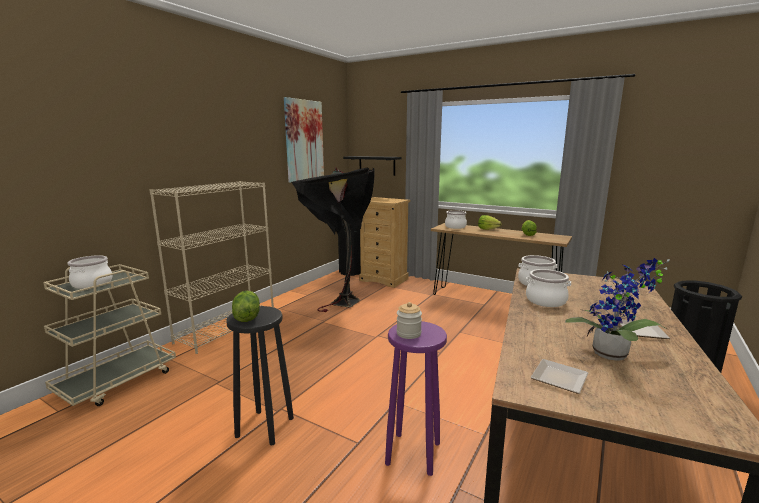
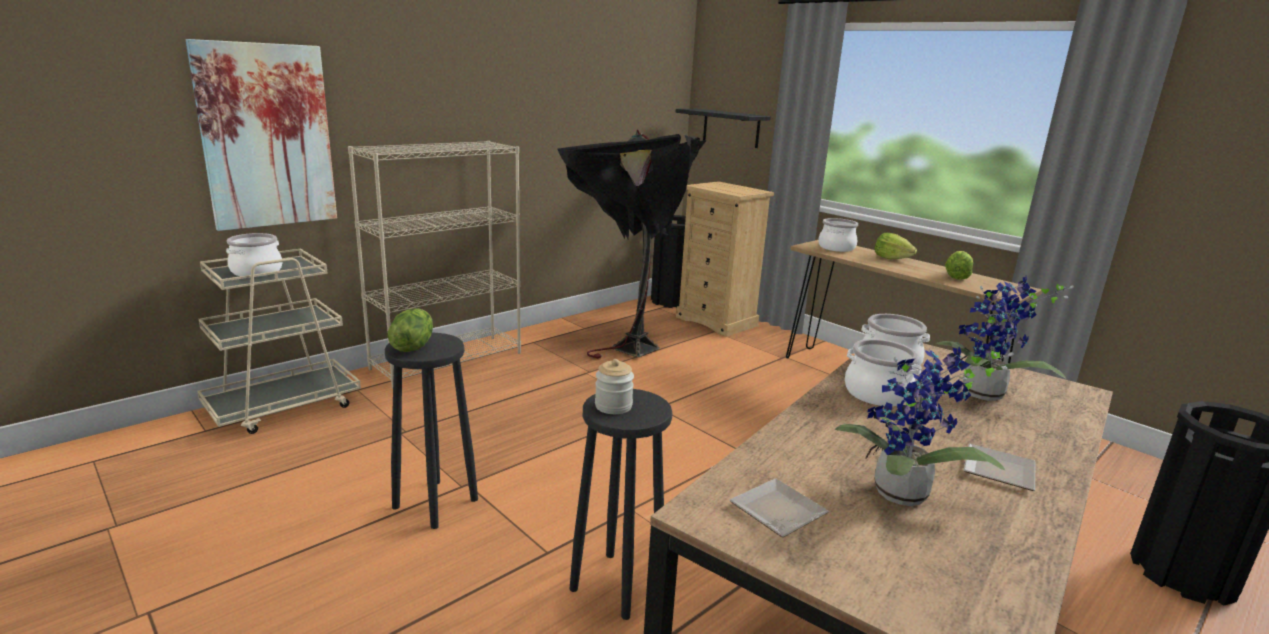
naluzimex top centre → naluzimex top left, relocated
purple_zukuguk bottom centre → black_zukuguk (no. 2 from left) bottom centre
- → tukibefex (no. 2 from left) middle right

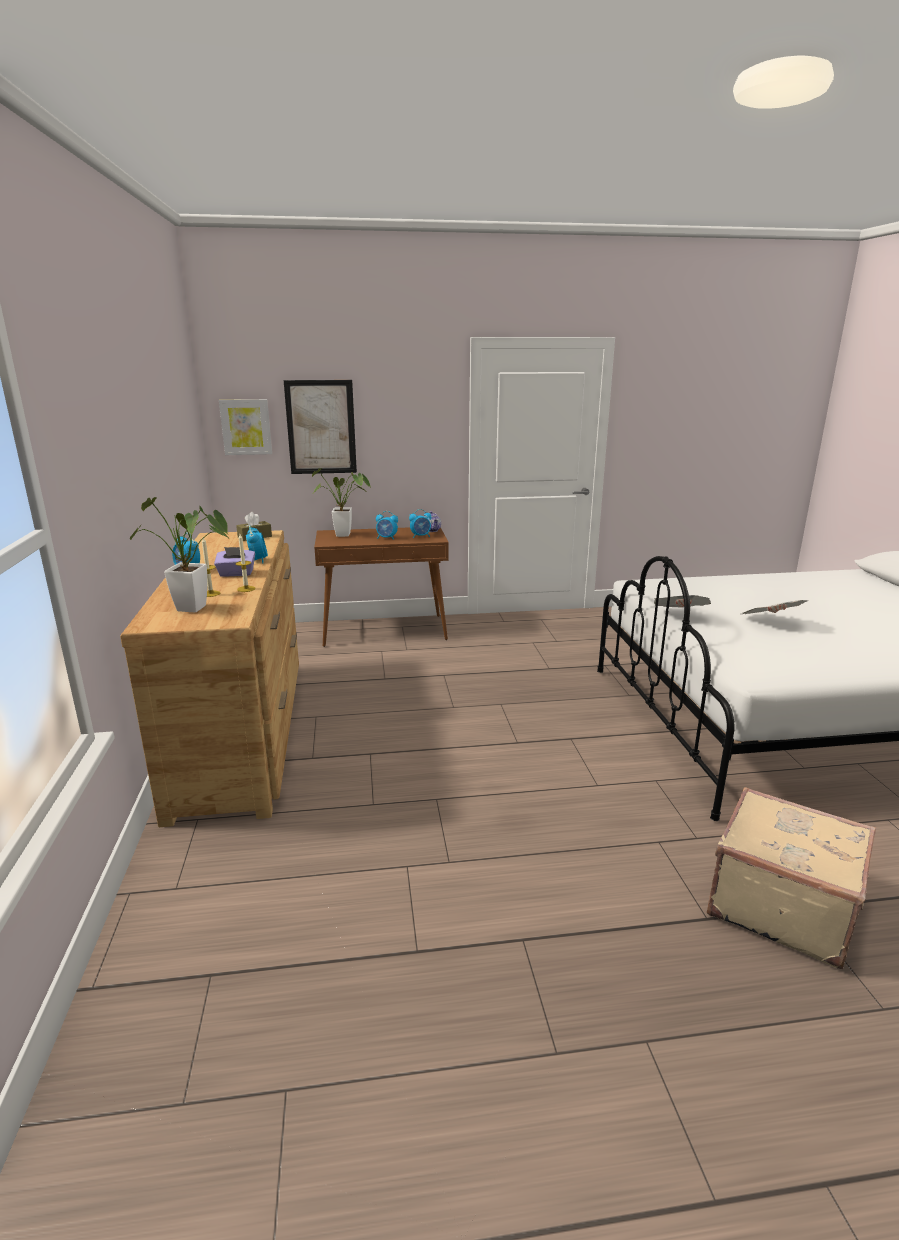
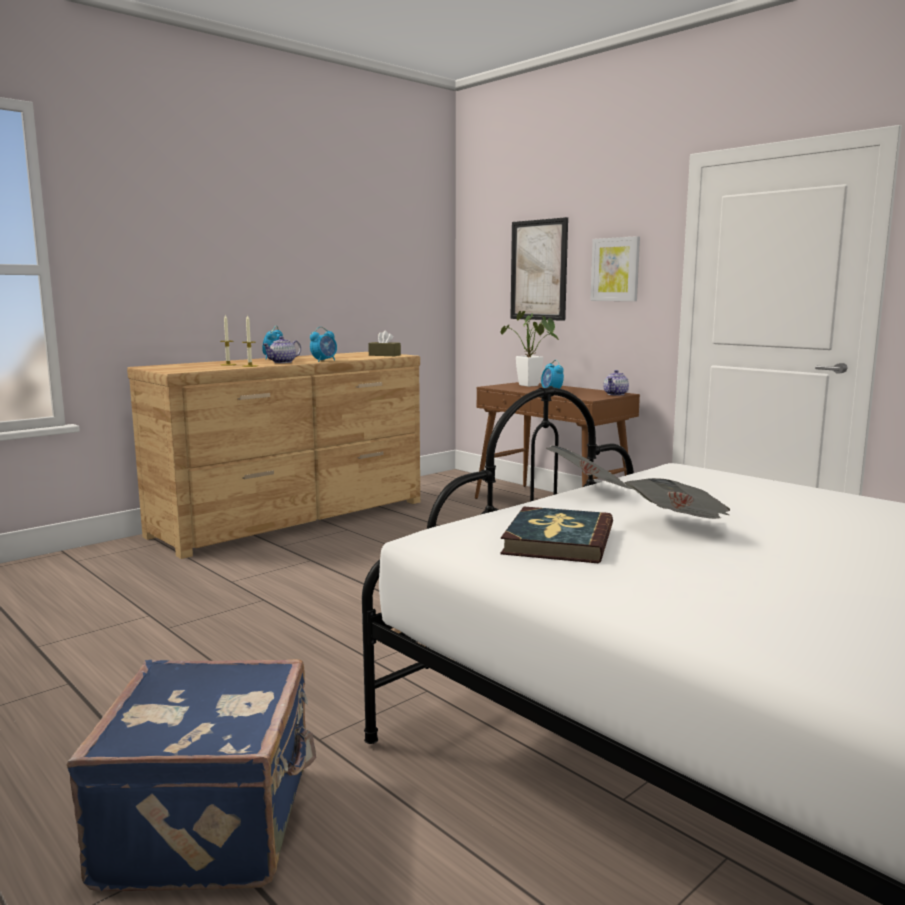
naluzimex (no. 1 from left in the first image) middle left → naluzimex (no. 2 from left) top right, relocated
tukibefex (no. 1 from left) middle left → -
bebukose (no. 4 from left) centre → -
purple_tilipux middle left → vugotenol (no. 1 from left) middle left
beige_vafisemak bottom right → blue_vafisemak bottom left
- → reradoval centre

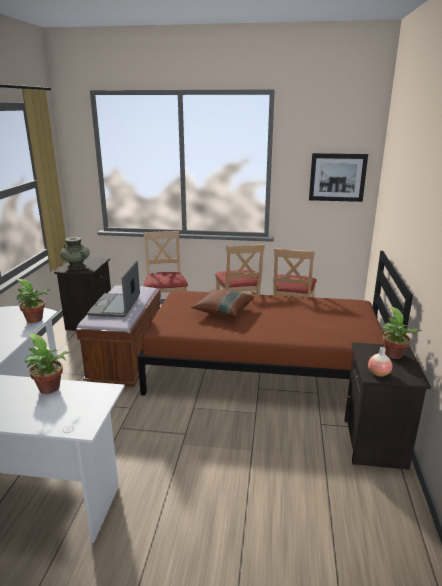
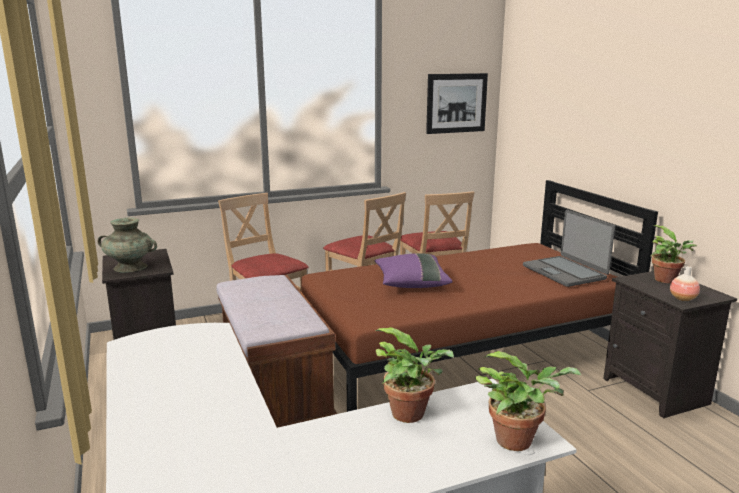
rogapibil middle left → rogapibil middle right, relocated
tukibefex (no. 1 from left in the first image) middle left → tukibefex (no. 2 from left) bottom right, relocated
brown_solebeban centre → purple_solebeban centre

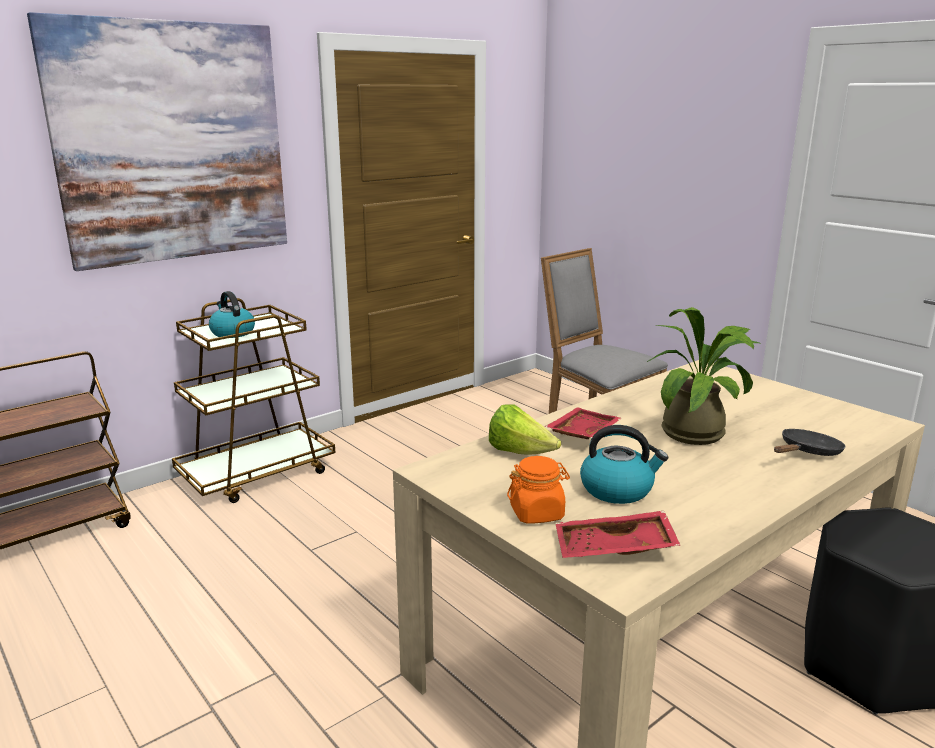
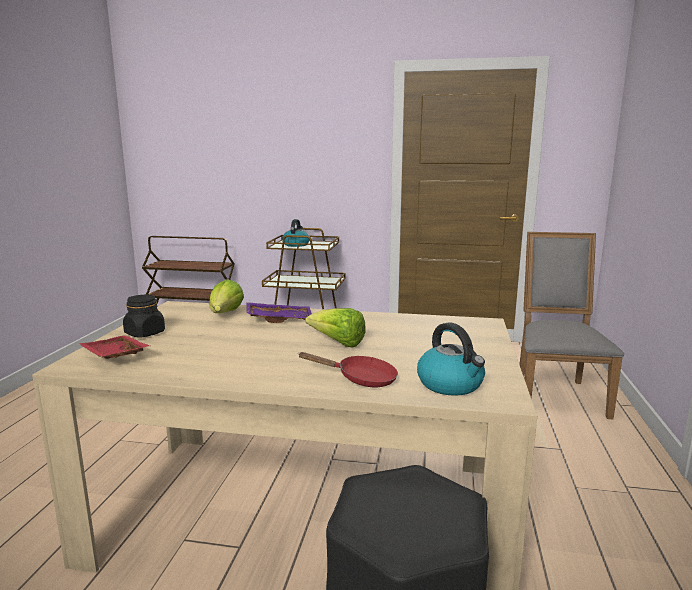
naluzimex top left → -
tukibefex middle right → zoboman (no. 2 from left) centre
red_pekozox (no. 1 from left) centre → purple_pekozox centre
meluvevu (no. 2 from left) middle right → meluvevu (no. 2 from left) centre, relocated
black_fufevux middle right → red_fufevux centre
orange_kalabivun centre → black_kalabivun middle left

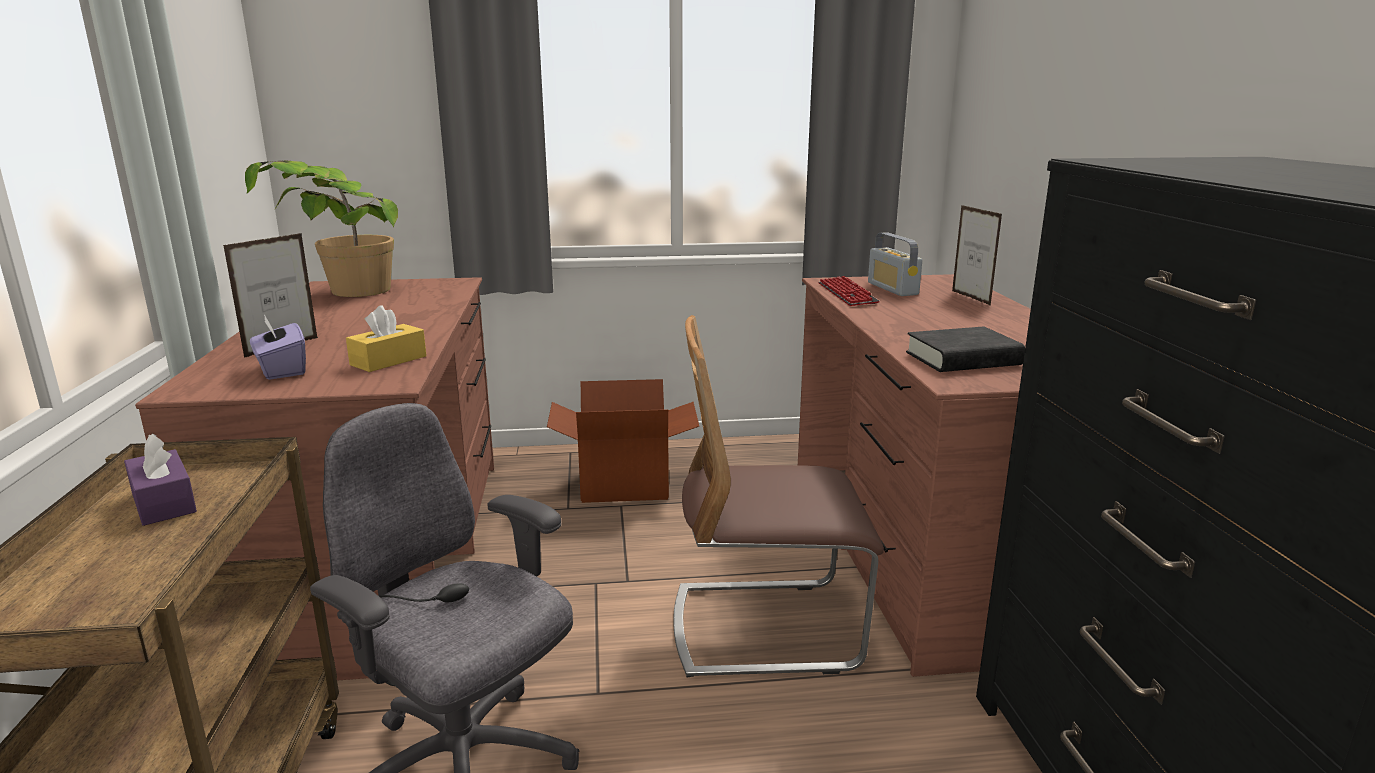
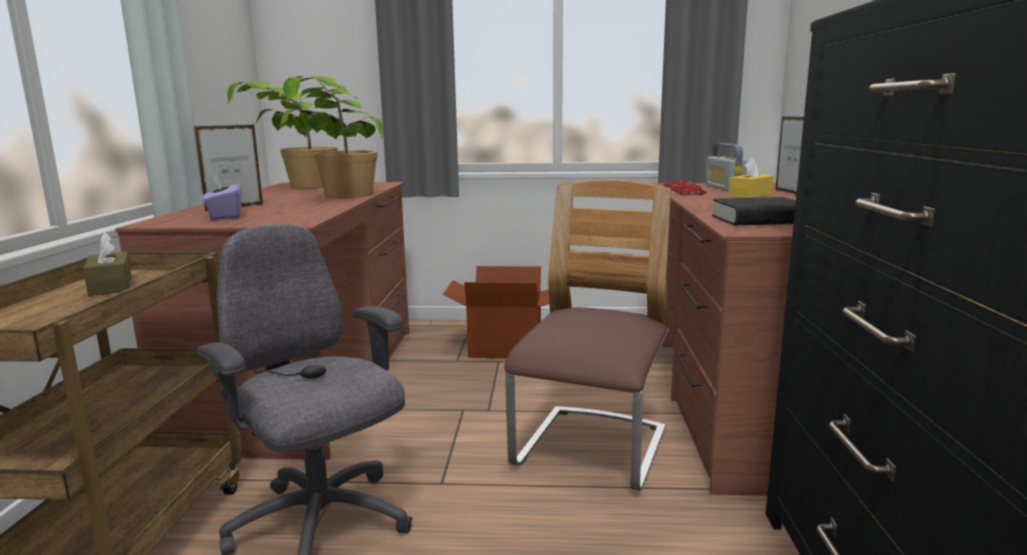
yellow_tilipux middle left → yellow_tilipux top right, relocated
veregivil centre, 105 degrees clockwise
purple_tilipux (no. 1 from left) middle left → brown_tilipux middle left
- → tukibefex (no. 2 from left) top left

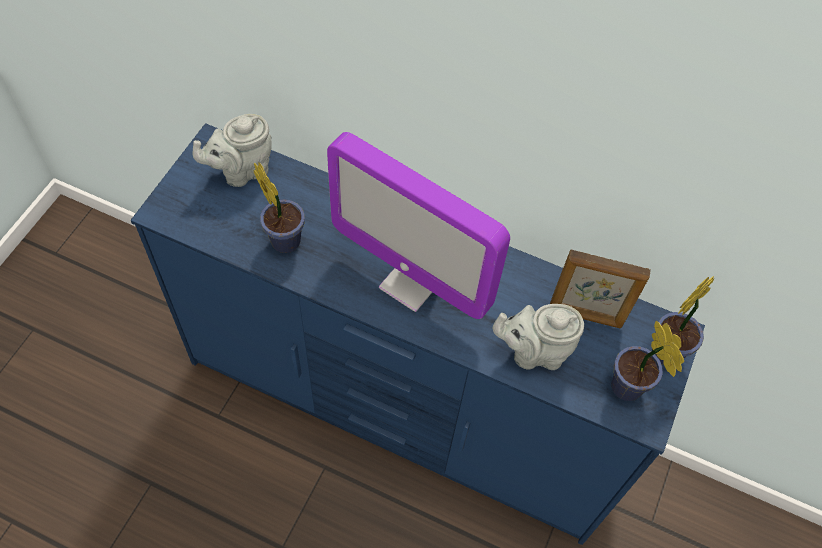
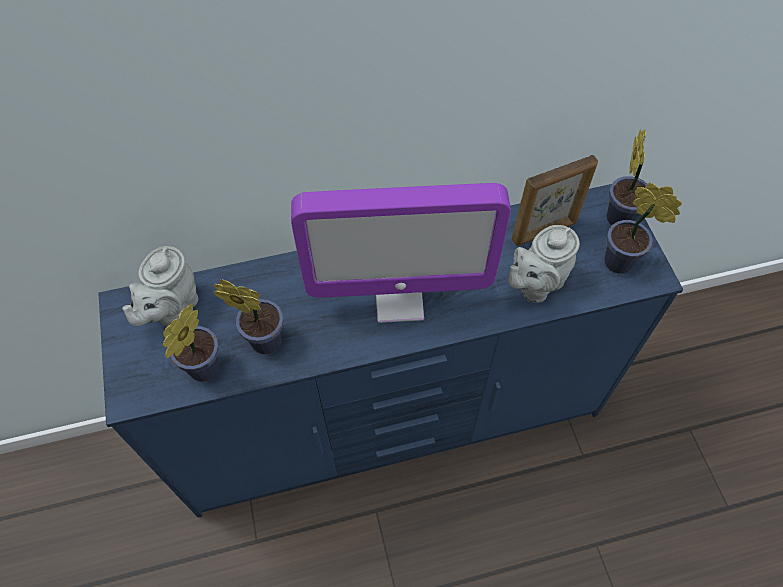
- → tukibefex (no. 1 from left) middle left

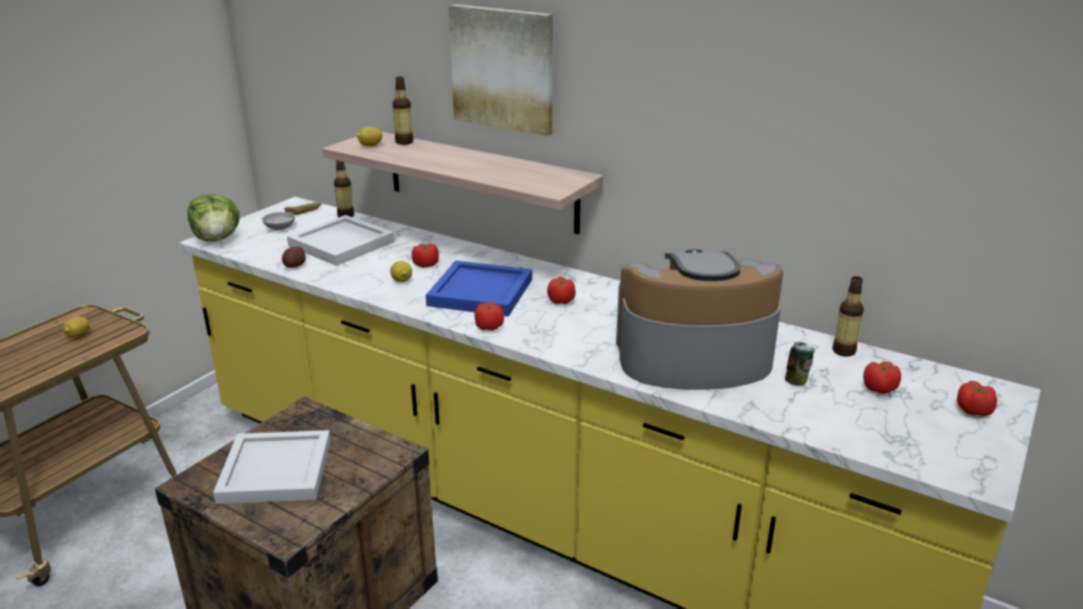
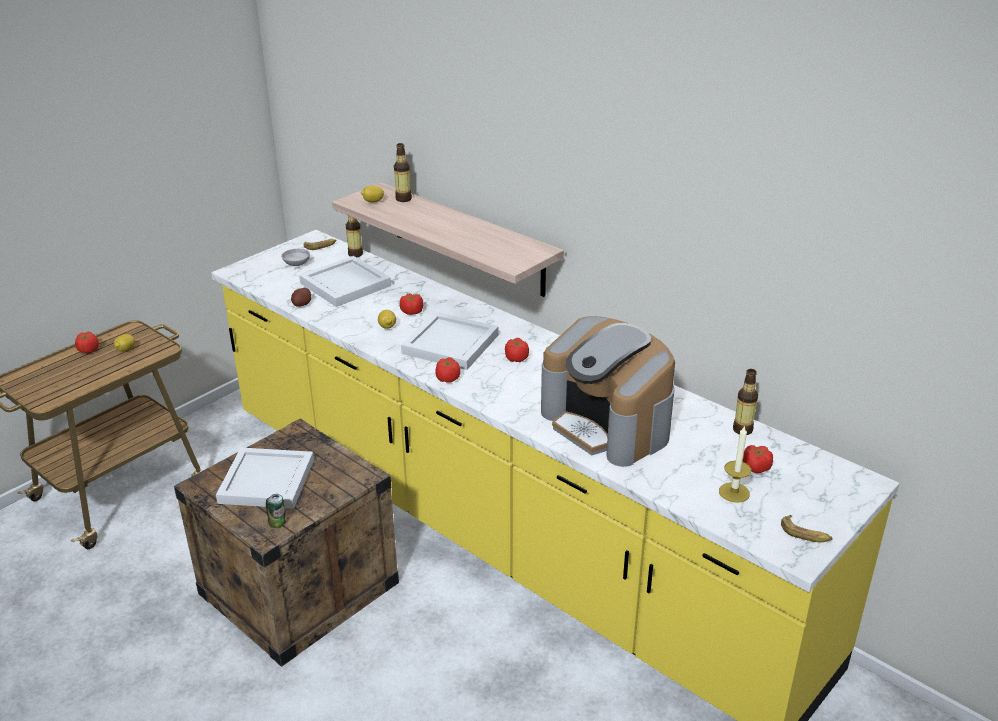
naluzimex top centre → -
zoboman middle left → -
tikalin centre, 135 degrees counterclockwise
blue_pekozox centre → white_pekozox (no. 3 from left) centre
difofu middle right → difofu bottom left, relocated
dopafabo (no. 5 from left in the first image) middle right → dopafabo (no. 1 from left) middle left, relocated
- → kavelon middle right
- → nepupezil (no. 2 from left) bottom right

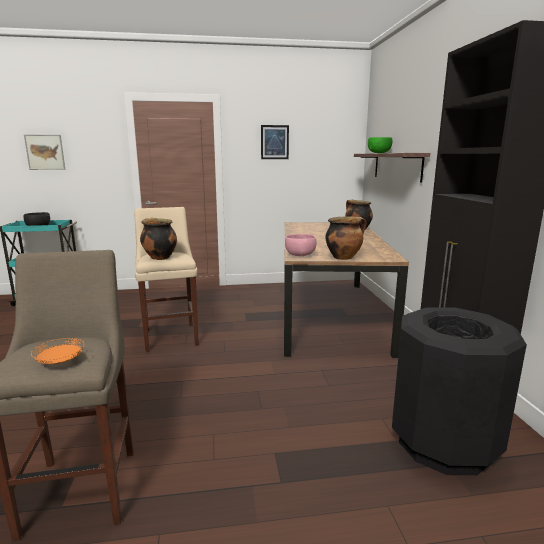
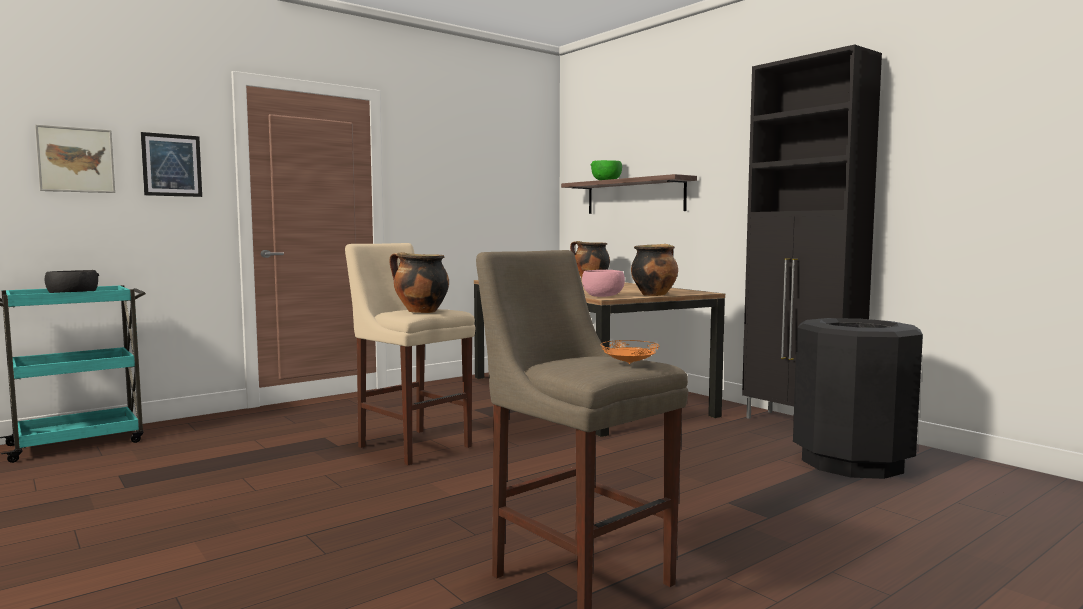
naluzimex (no. 2 from left) top centre → naluzimex (no. 2 from left) top left, relocated

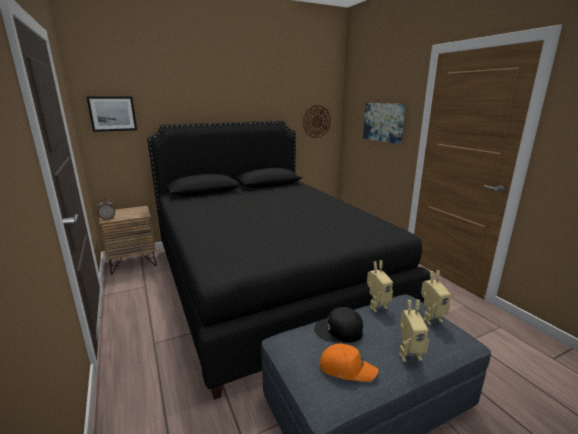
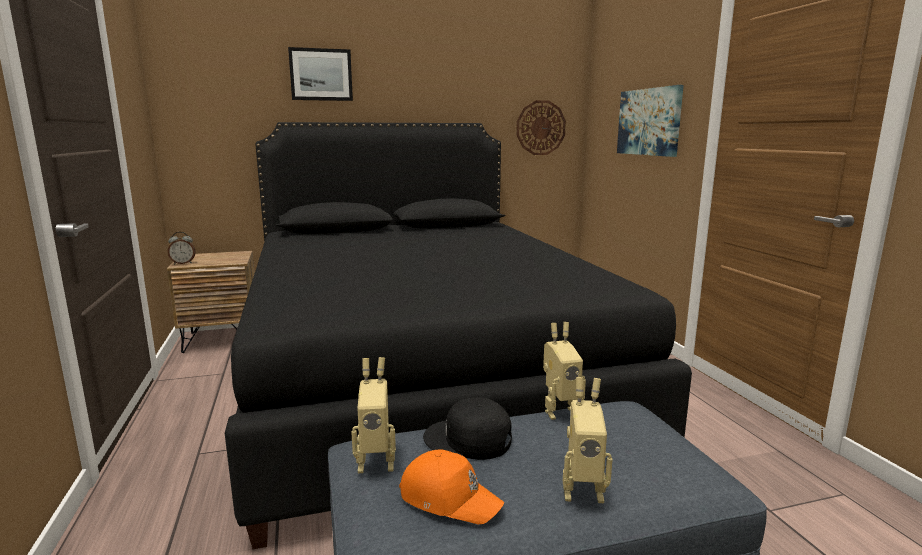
naluzimex (no. 1 from left) top left → naluzimex (no. 1 from left) top centre, relocated
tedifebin (no. 3 from left in the first image) bottom right → tedifebin (no. 1 from left) bottom centre, relocated

